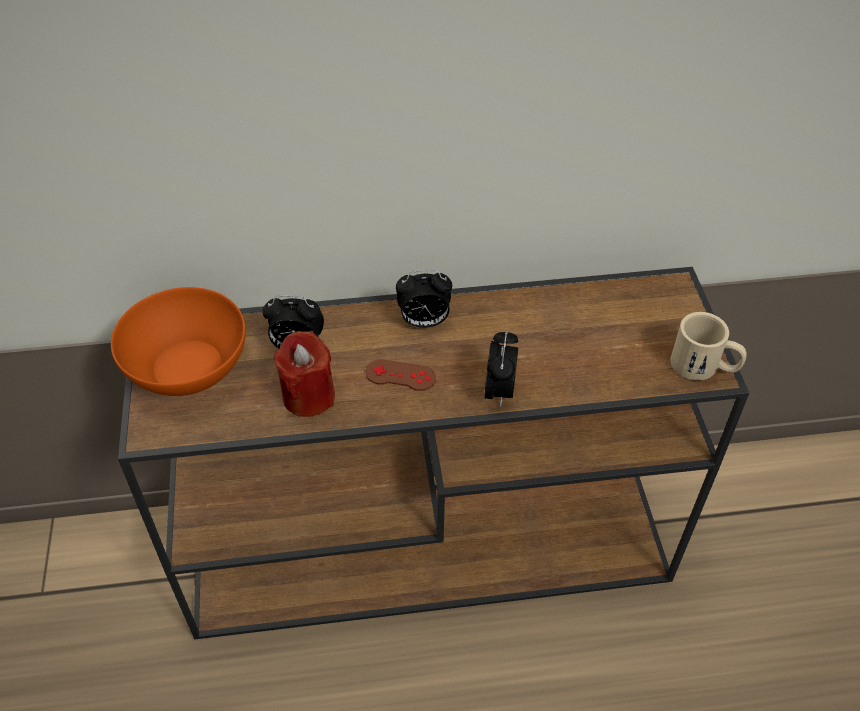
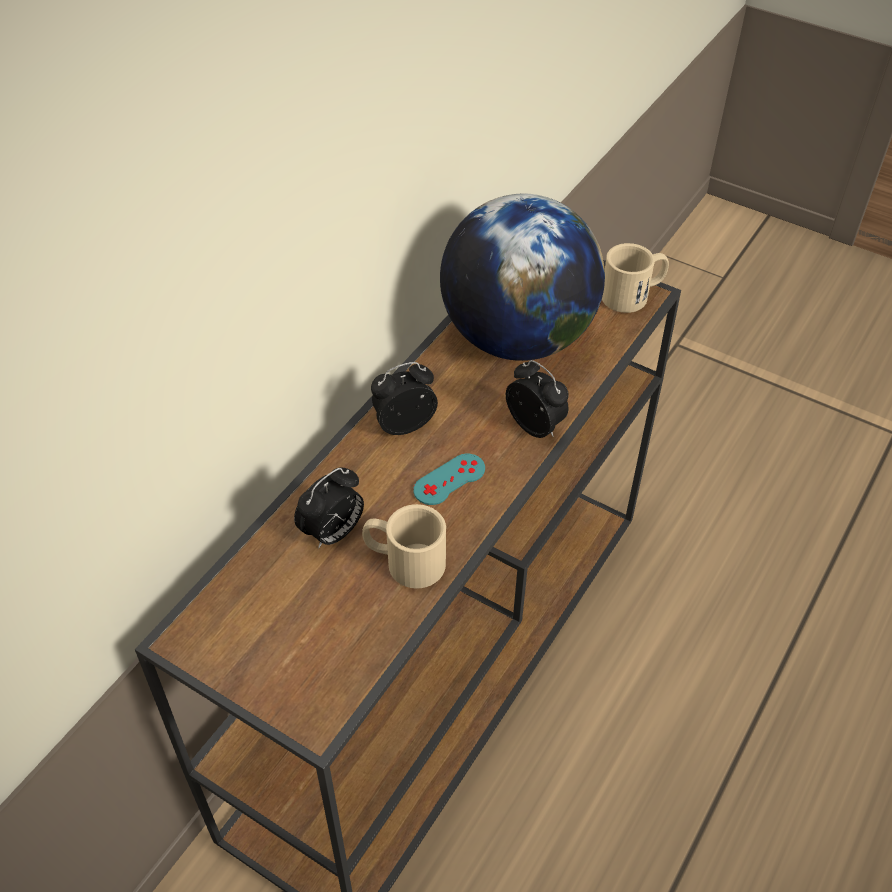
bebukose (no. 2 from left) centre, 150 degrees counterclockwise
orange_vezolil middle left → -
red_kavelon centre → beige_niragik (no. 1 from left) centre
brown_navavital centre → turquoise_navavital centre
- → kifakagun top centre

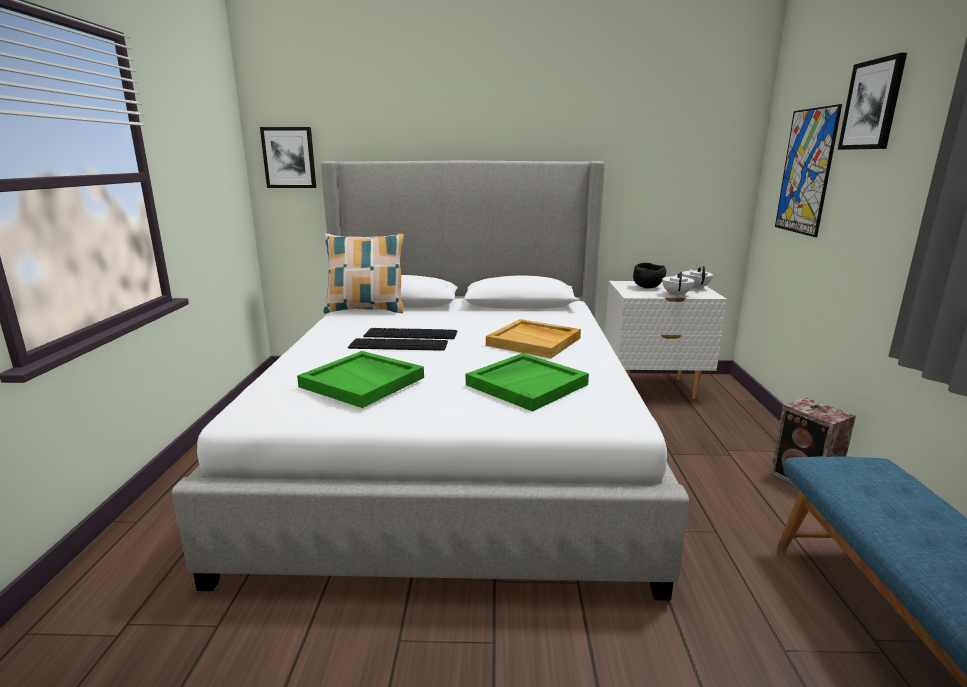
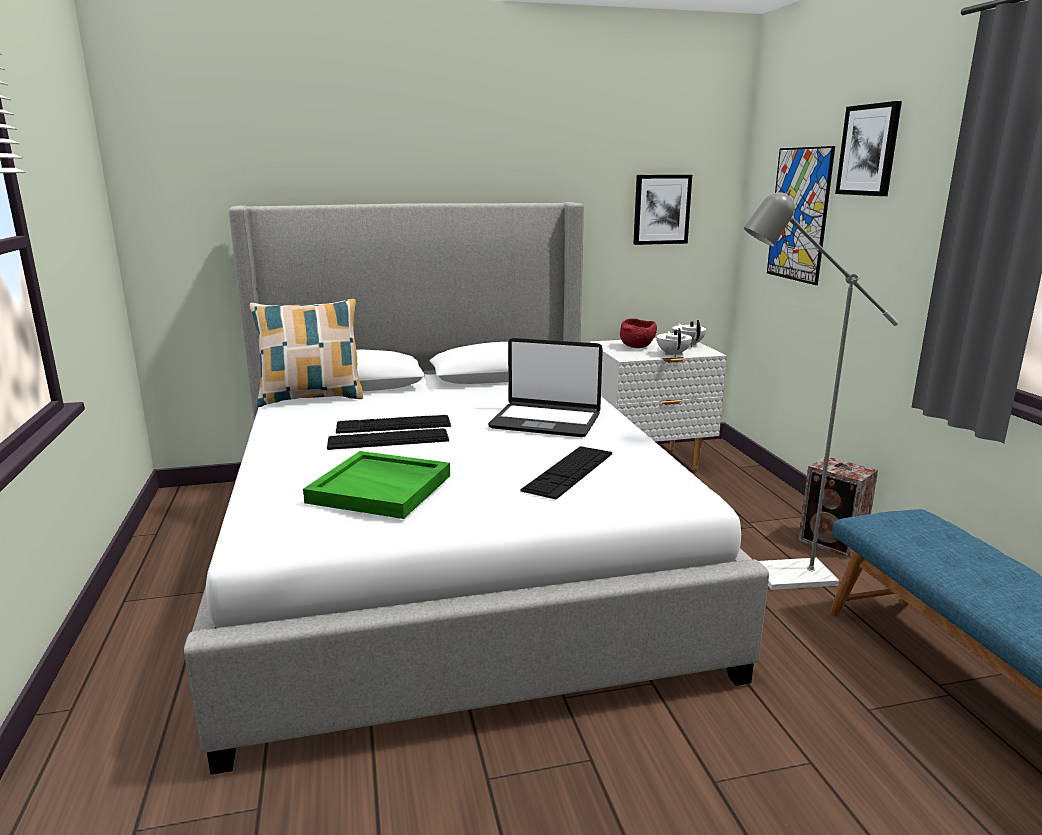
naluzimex (no. 1 from left) top left → naluzimex (no. 1 from left) top centre, relocated
black_vezolil middle right → red_vezolil centre
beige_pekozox centre → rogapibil centre
green_pekozox (no. 2 from left) centre → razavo (no. 3 from left) centre
- → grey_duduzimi middle right

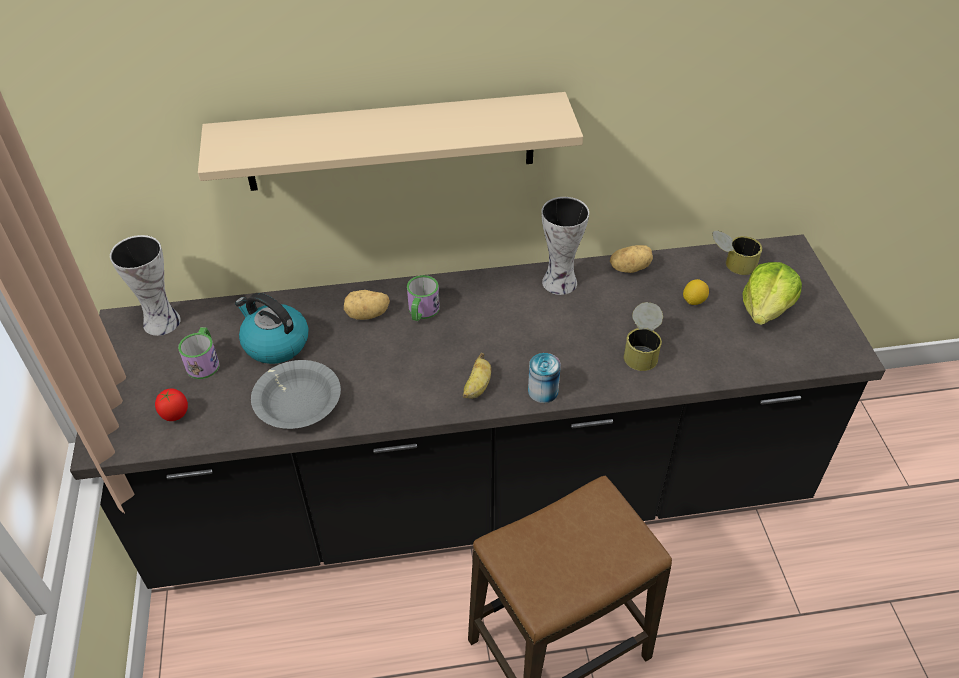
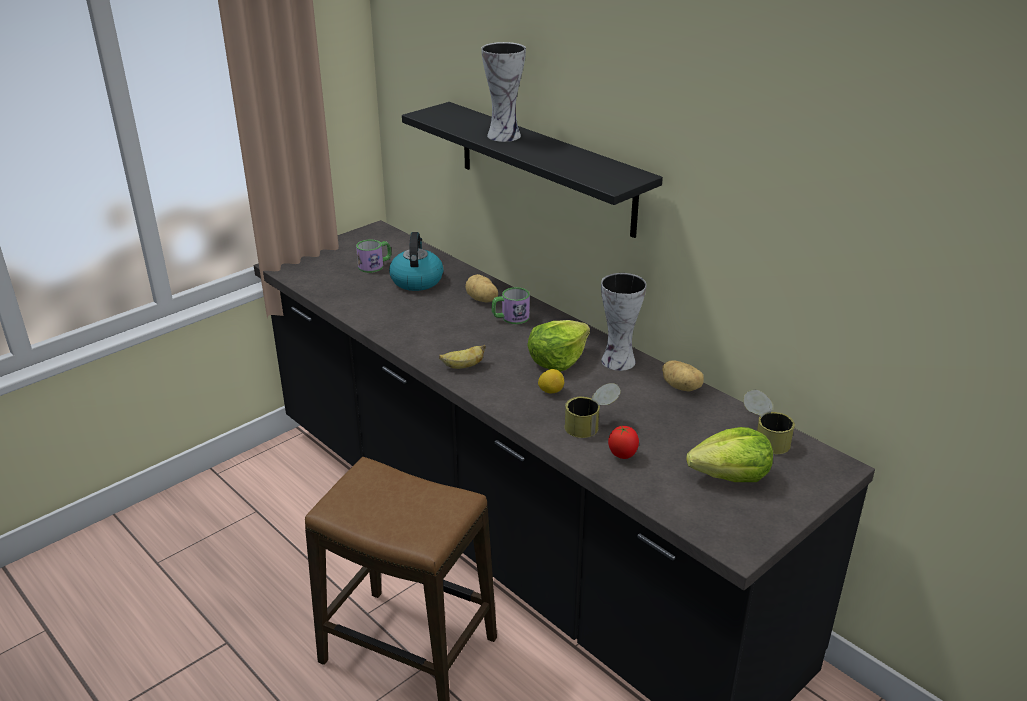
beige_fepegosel top centre → black_fepegosel top centre
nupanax (no. 1 from left) middle left → nupanax (no. 1 from left) top centre, relocated
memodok middle right → memodok centre, relocated
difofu (no. 1 from left) centre → -
grey_vezolil middle left → -
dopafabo middle left → dopafabo centre, relocated
- → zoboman (no. 1 from left) centre

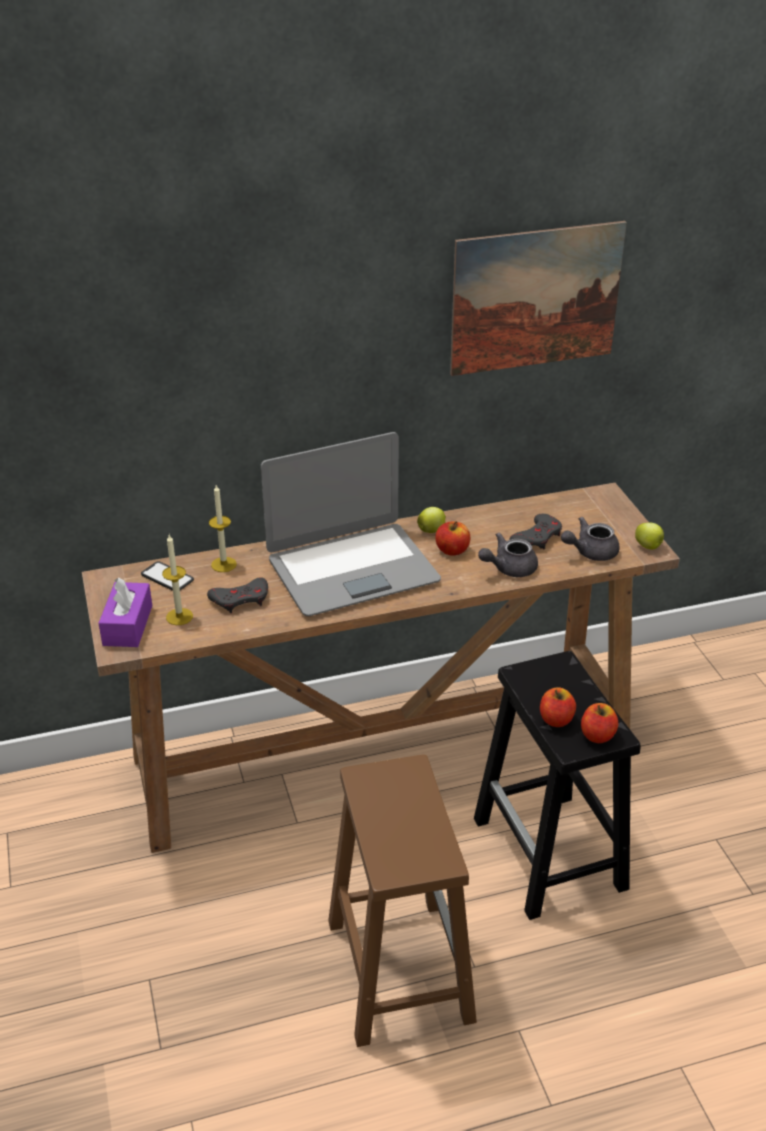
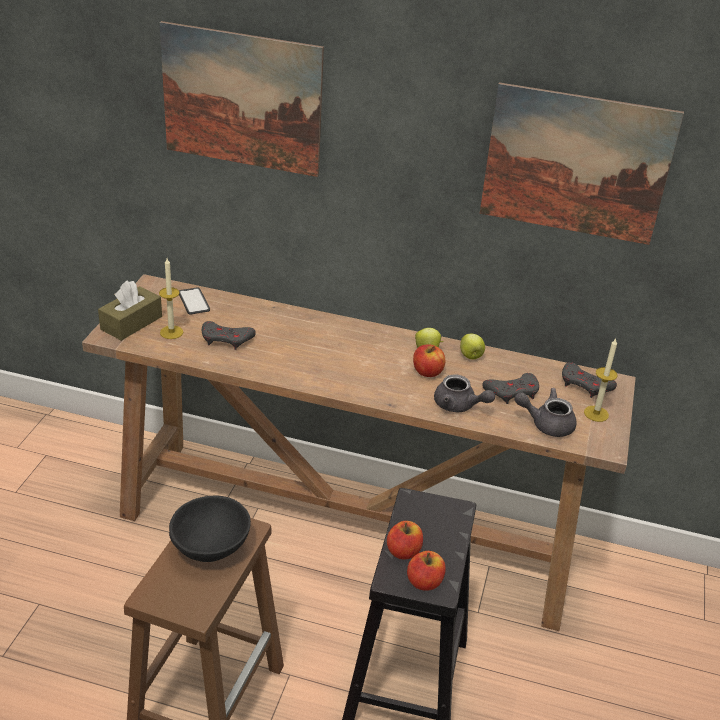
rogapibil centre → -
kavelon (no. 2 from left) middle left → kavelon (no. 2 from left) middle right, relocated
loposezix (no. 5 from left) middle right → loposezix (no. 5 from left) centre, relocated
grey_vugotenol (no. 1 from left) centre, 150 degrees counterclockwise
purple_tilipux middle left → brown_tilipux middle left
- → naluzimex (no. 1 from left) top centre
- → grey_navavital (no. 3 from left) middle right
- → black_vezolil bottom left

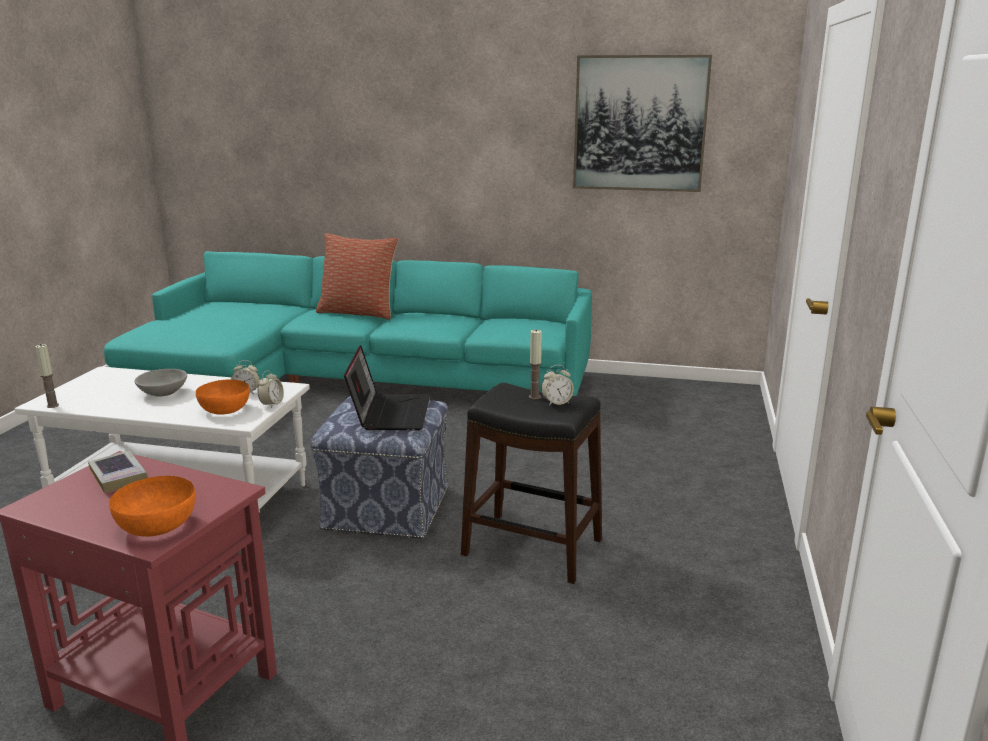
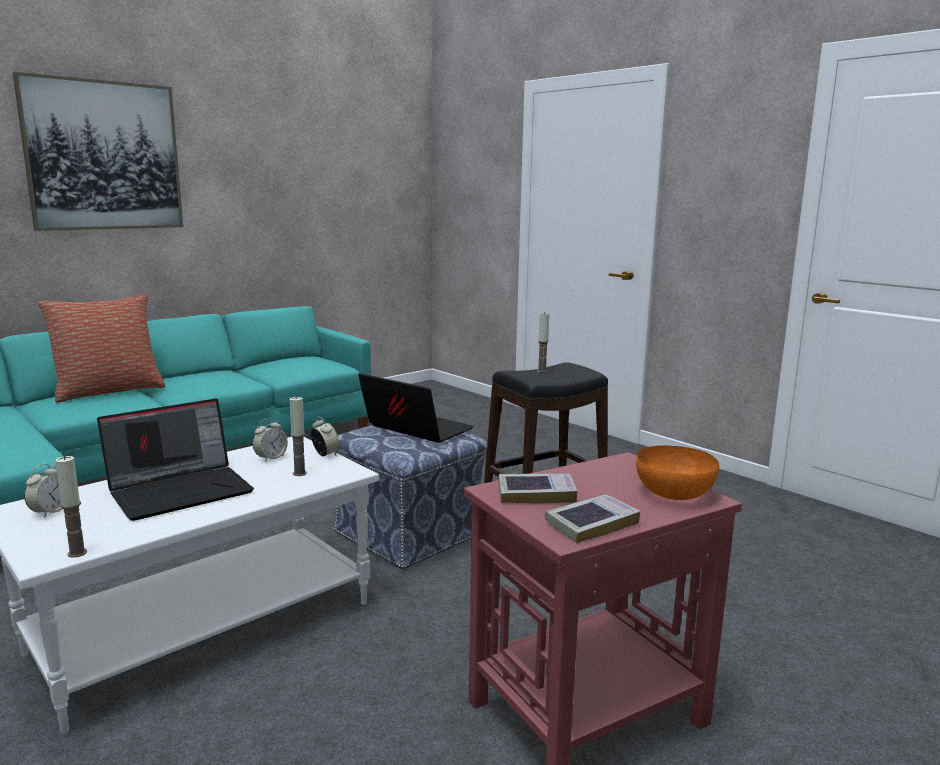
naluzimex top centre → naluzimex top left, relocated
bebukose (no. 3 from left in the first image) centre → bebukose (no. 1 from left) middle left, relocated
grey_vezolil middle left → rogapibil (no. 1 from left) middle left
orange_vezolil (no. 2 from left) middle left → kavelon (no. 2 from left) middle left
- → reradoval (no. 2 from left) bottom centre

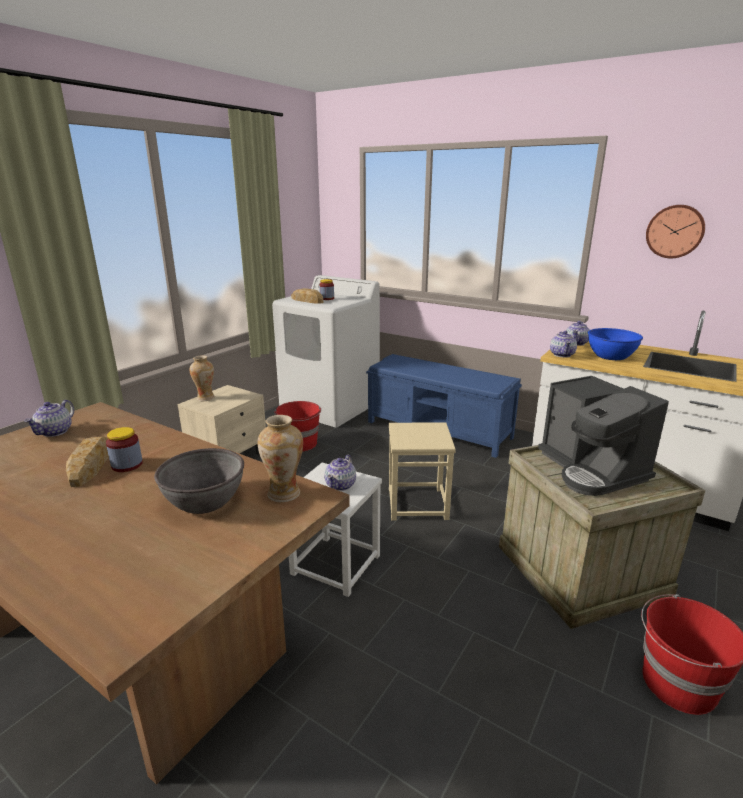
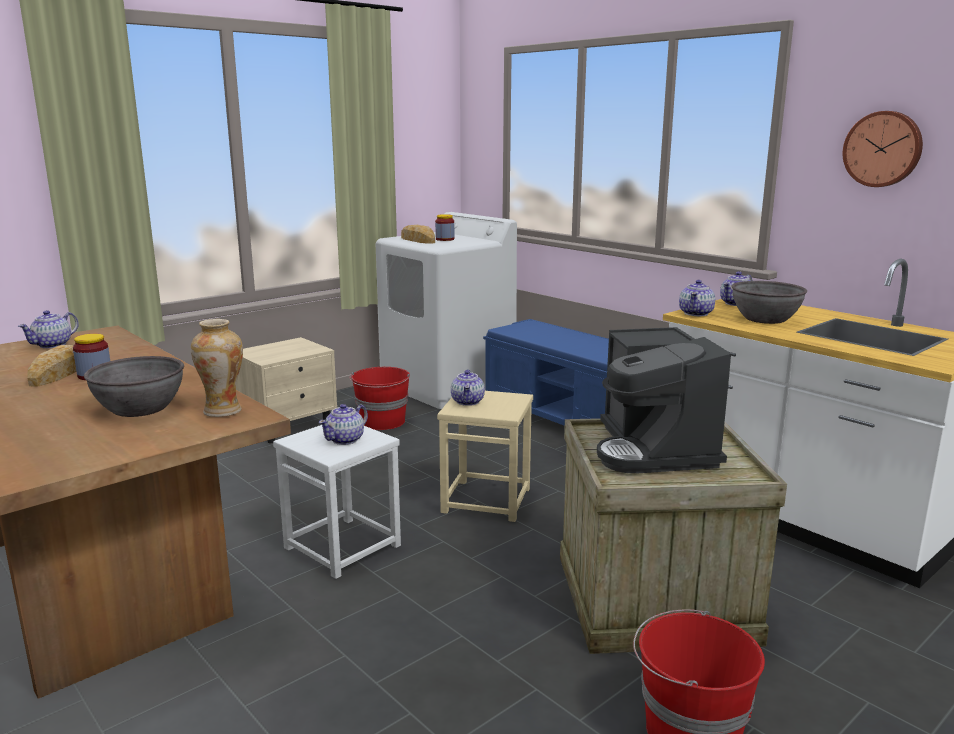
blue_vezolil middle right → grey_vezolil (no. 2 from left) middle right
nupanax (no. 1 from left) middle left → -
- → vugotenol (no. 3 from left) centre

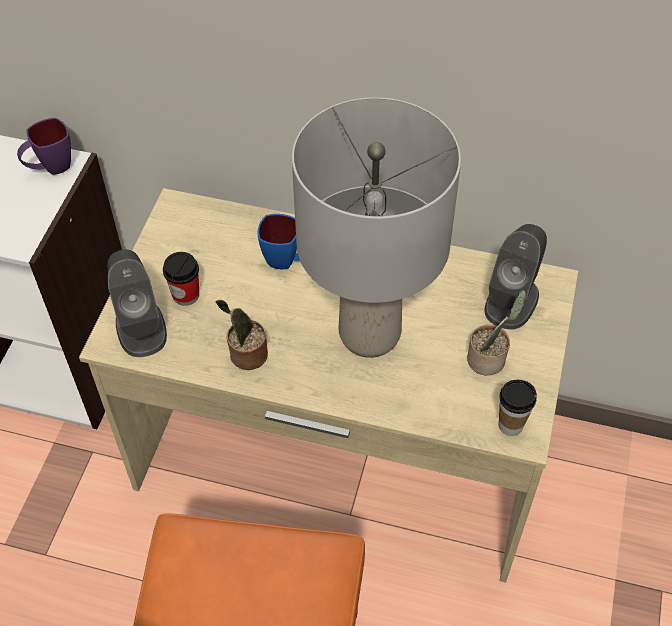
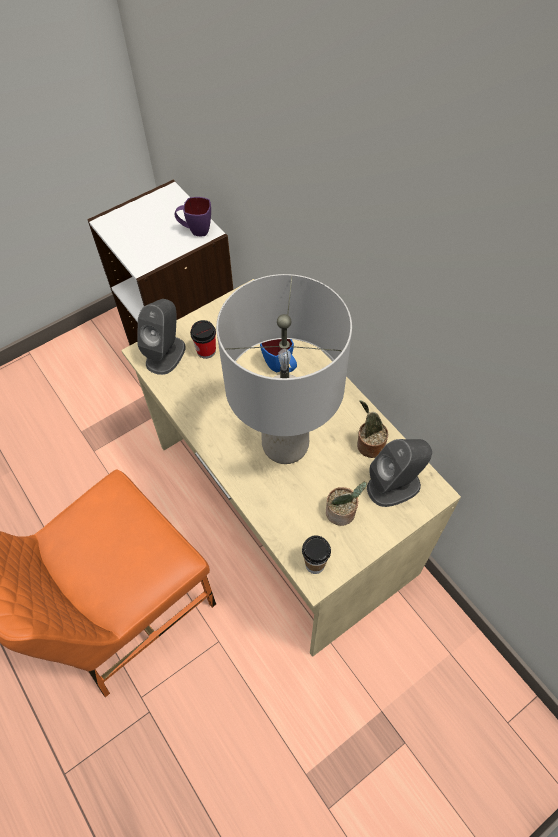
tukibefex (no. 1 from left in the first image) centre → tukibefex (no. 2 from left) middle right, relocated

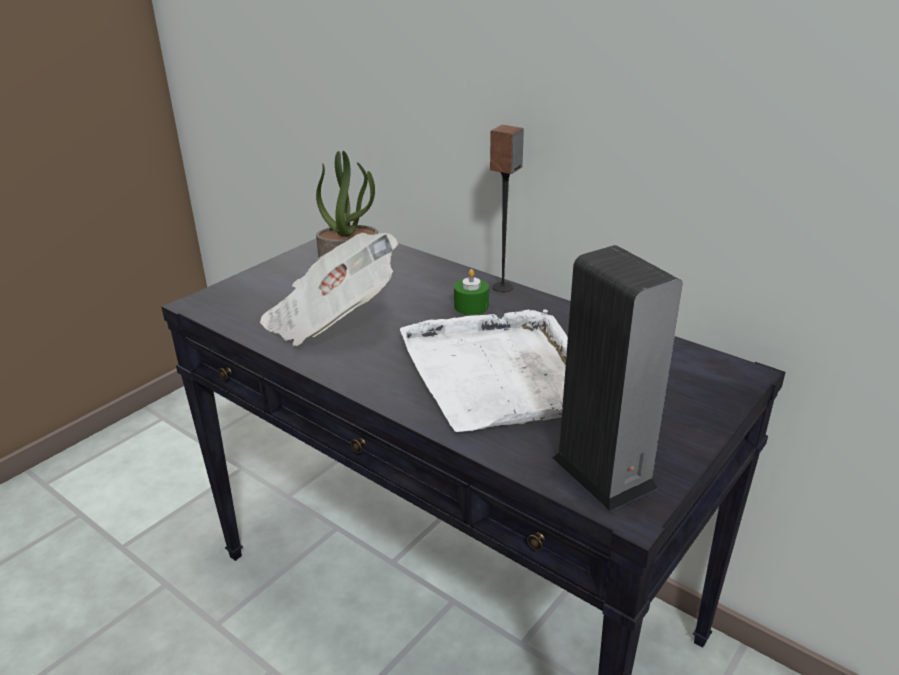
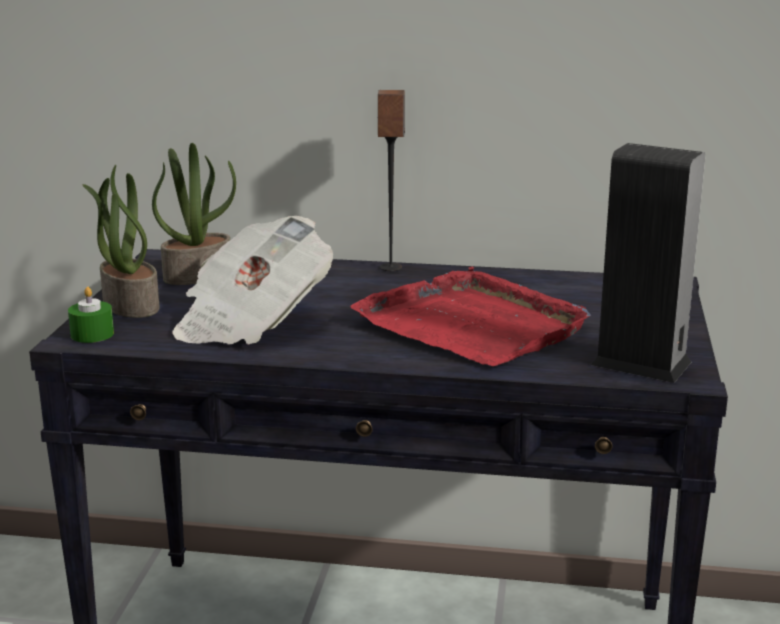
green_kavelon centre → green_kavelon middle left, relocated
white_pekozox centre → red_pekozox centre
- → tukibefex (no. 1 from left) middle left

